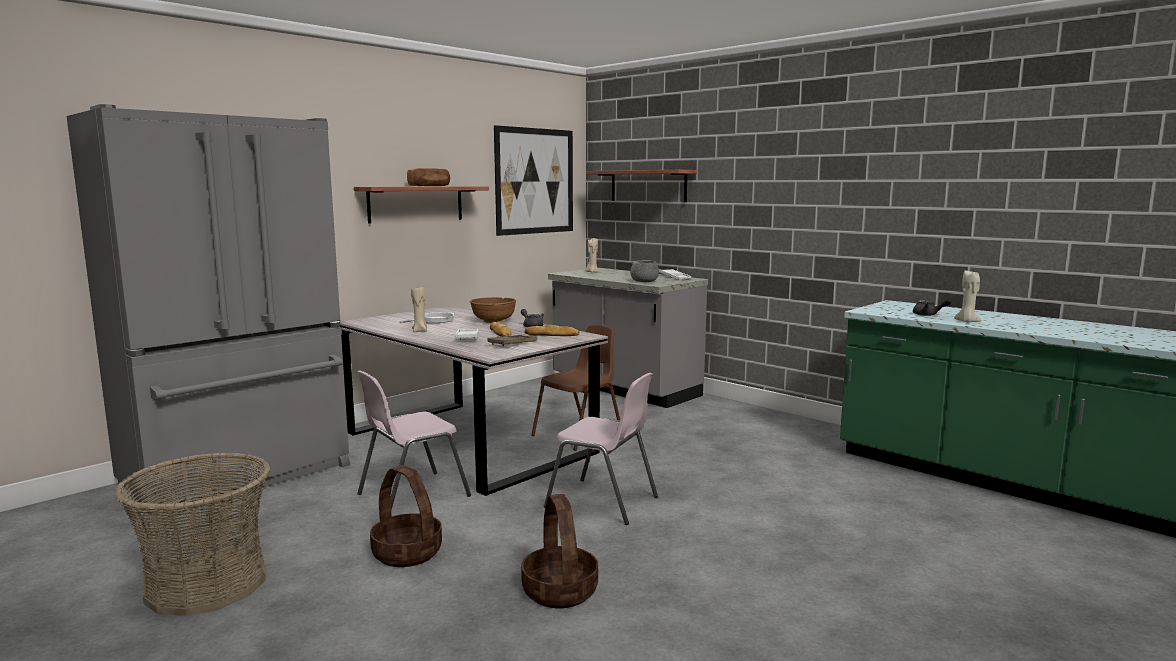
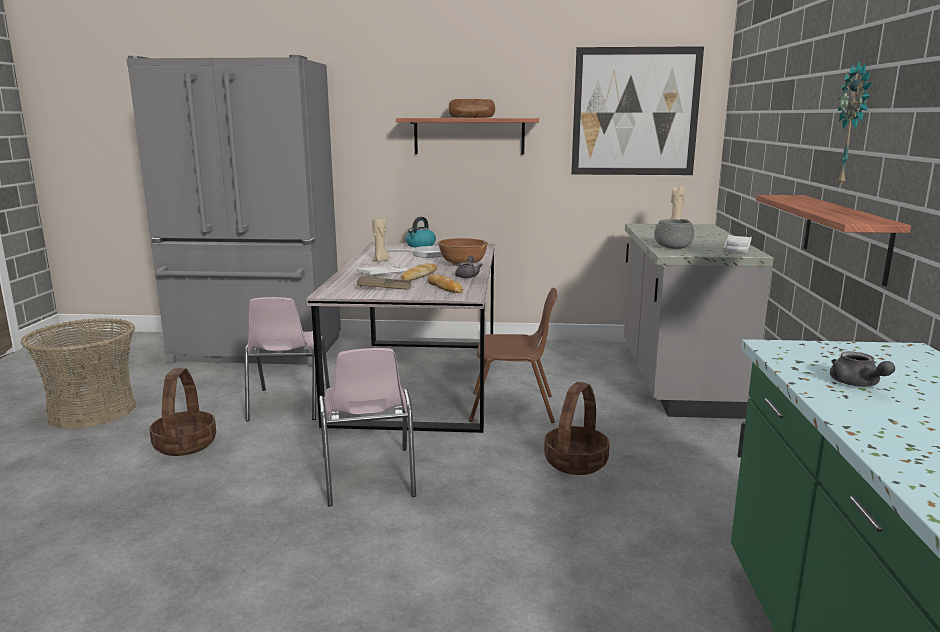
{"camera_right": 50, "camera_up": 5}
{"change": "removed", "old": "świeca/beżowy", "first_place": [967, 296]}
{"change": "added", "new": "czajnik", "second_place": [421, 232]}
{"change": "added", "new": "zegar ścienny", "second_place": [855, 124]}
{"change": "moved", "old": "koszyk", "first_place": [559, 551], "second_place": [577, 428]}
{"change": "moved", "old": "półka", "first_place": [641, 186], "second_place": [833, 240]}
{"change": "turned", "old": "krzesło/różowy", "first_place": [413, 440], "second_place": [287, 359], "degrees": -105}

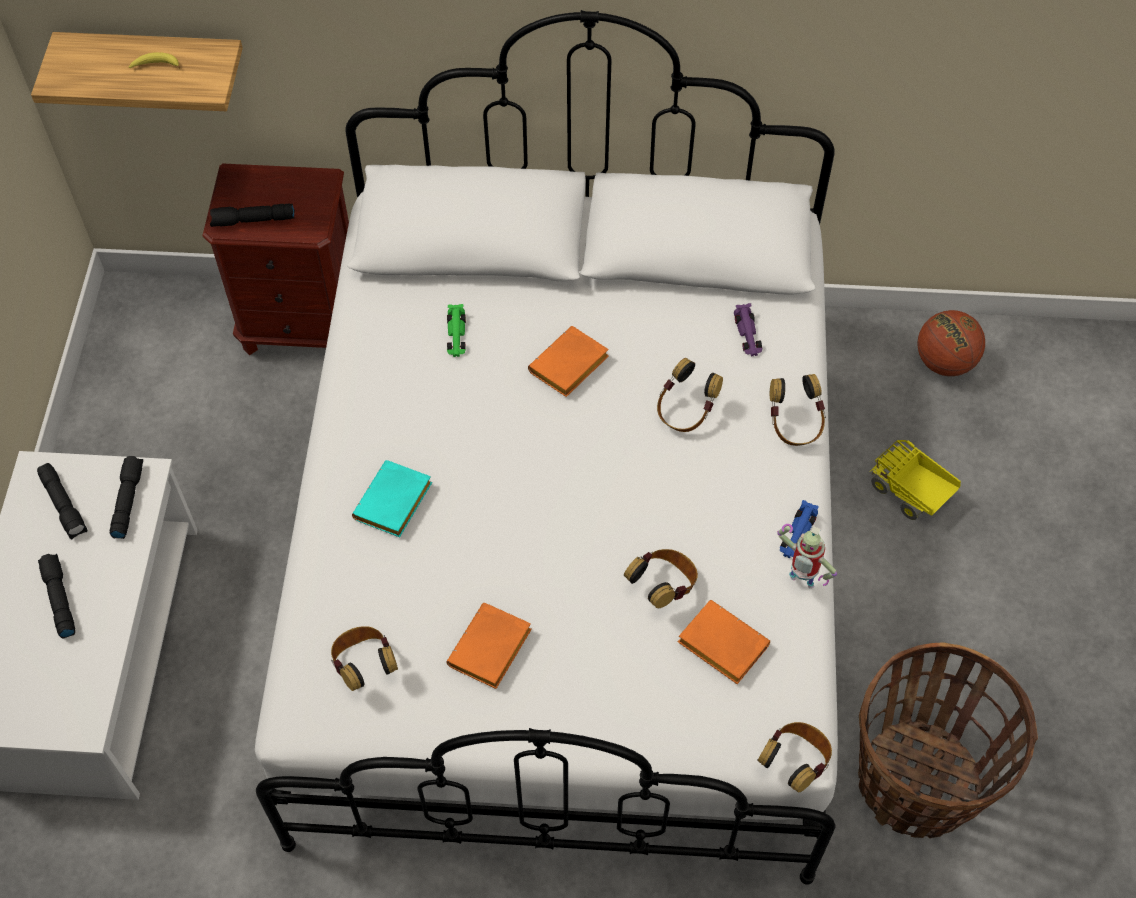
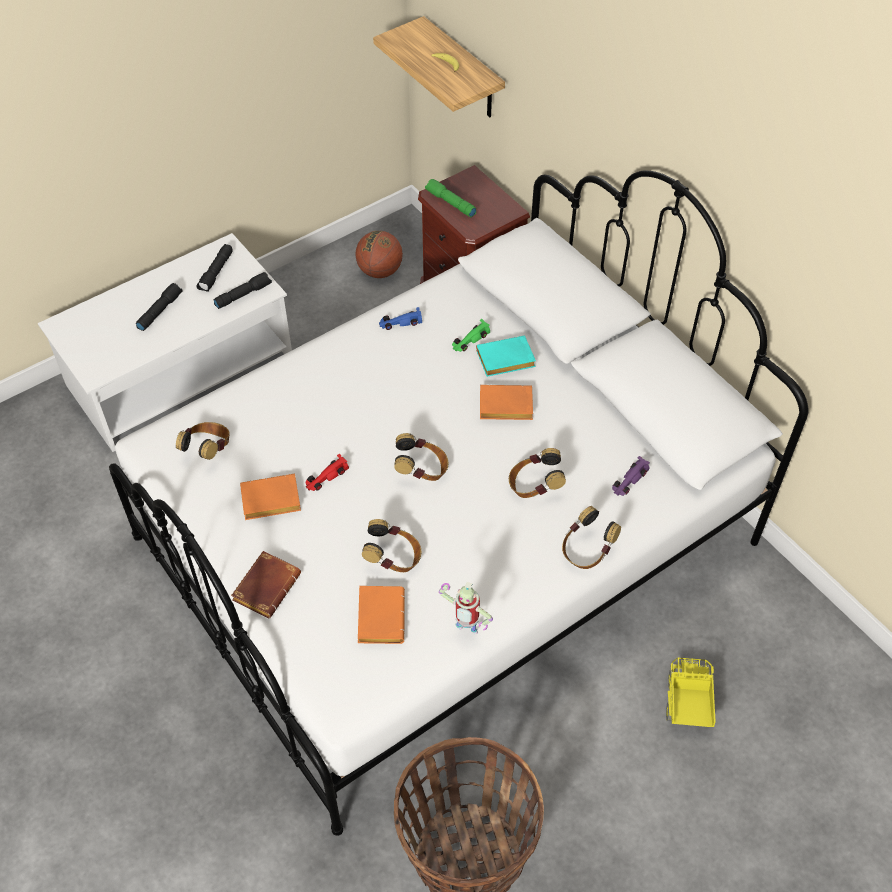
{"camera_right": 50, "camera_up": -5}
{"change": "added", "new": "książka/brązowy", "second_place": [266, 584]}
{"change": "added", "new": "samochodzik/czerwony", "second_place": [327, 472]}
{"change": "moved", "old": "książka/turkusowy", "first_place": [392, 498], "second_place": [506, 356]}
{"change": "moved", "old": "słuchawki", "first_place": [794, 757], "second_place": [421, 457]}
{"change": "moved", "old": "samochodzik/niebieski", "first_place": [799, 529], "second_place": [400, 318]}
{"change": "moved", "old": "piłka do koszykówki", "first_place": [951, 343], "second_place": [379, 254]}
{"change": "recoloured", "old": "latarka/czarny", "new": "latarka/zielony", "first_place": [252, 215], "second_place": [450, 198]}
{"change": "turned", "old": "robot zabawkowy", "first_place": [807, 556], "second_place": [466, 608], "degrees": -60}

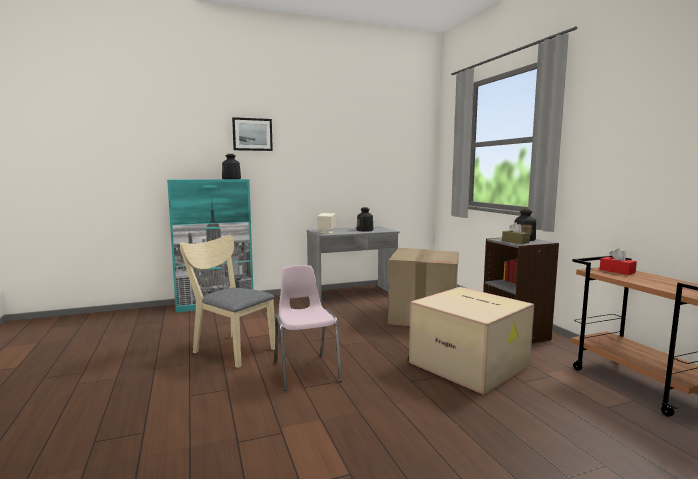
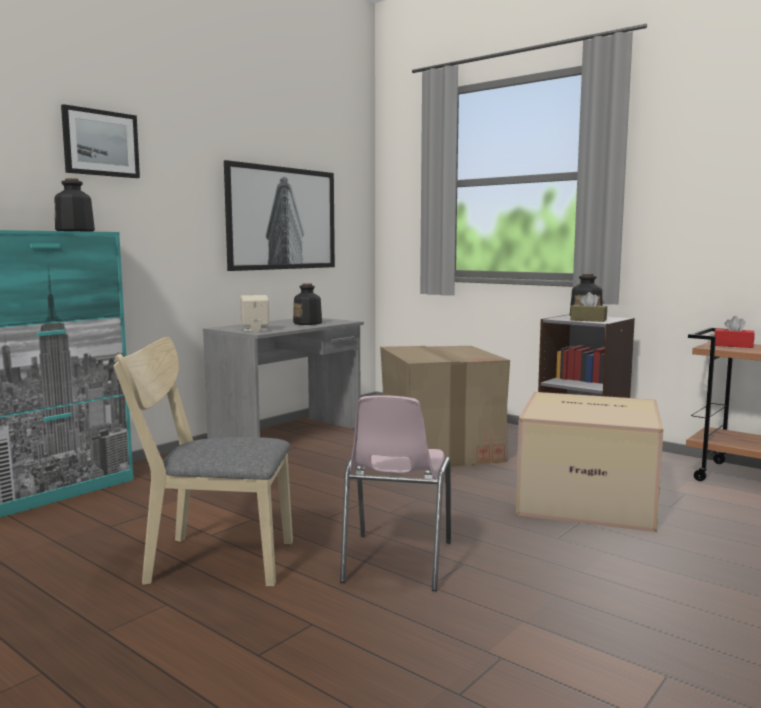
{"camera_right": -30, "camera_up": 0}
{"change": "added", "new": "obraz", "second_place": [279, 215]}
{"change": "turned", "old": "krzesło/różowy", "first_place": [308, 328], "second_place": [395, 493], "degrees": -120}

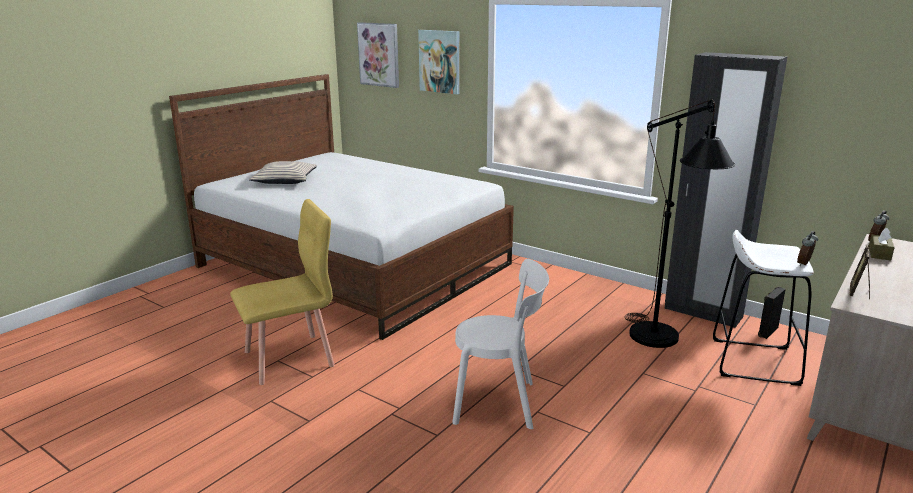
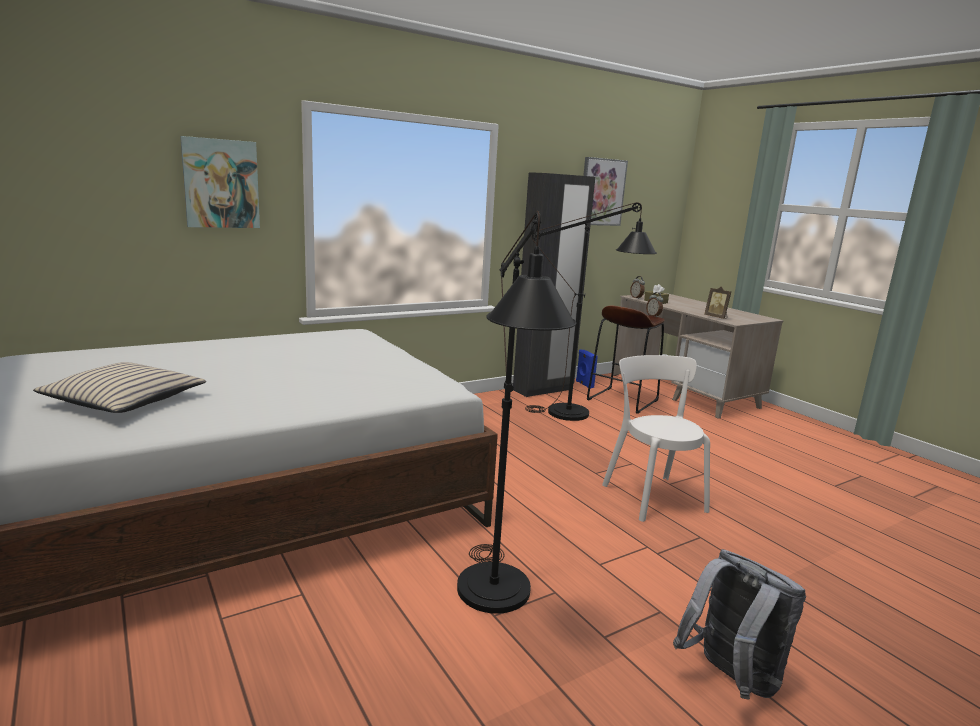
{"camera_right": -70, "camera_up": -5}
{"change": "added", "new": "plecak/szary", "second_place": [739, 624]}
{"change": "moved", "old": "obraz", "first_place": [378, 55], "second_place": [605, 191]}
{"change": "replaced", "old": "krzesło/żółty", "new": "lampa stojąca/czarny", "first_place": [282, 292], "second_place": [516, 412]}
{"change": "recoloured", "old": "stołek/biały", "new": "stołek/brązowy", "first_place": [763, 308], "second_place": [625, 360]}
{"change": "recoloured", "old": "głośnik/czarny", "new": "głośnik/niebieski", "first_place": [772, 312], "second_place": [587, 369]}
{"change": "turned", "old": "krzesło/biały", "first_place": [500, 344], "second_place": [656, 438], "degrees": -45}

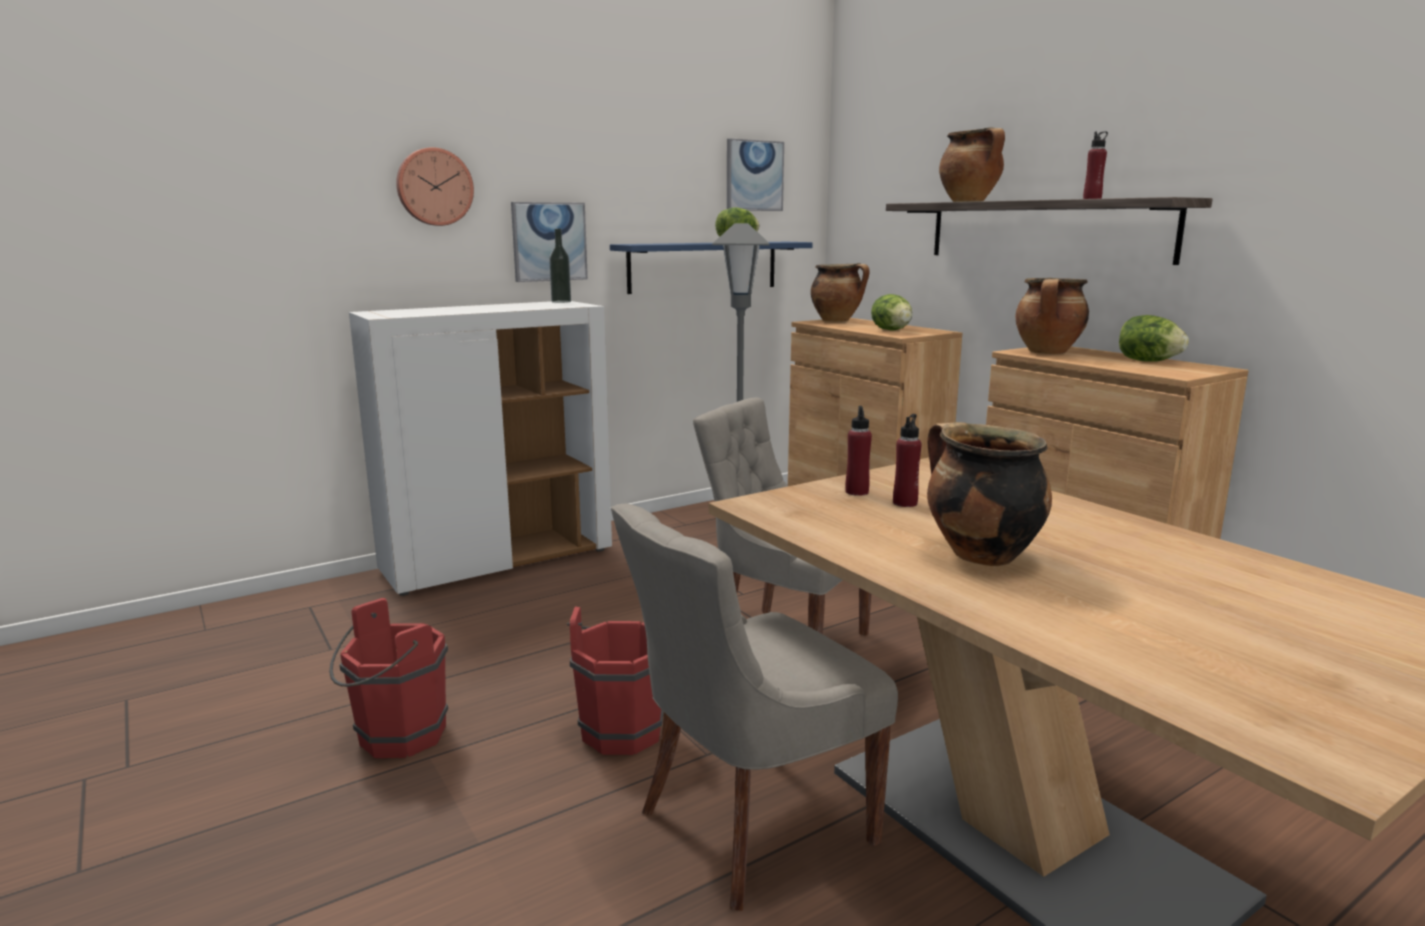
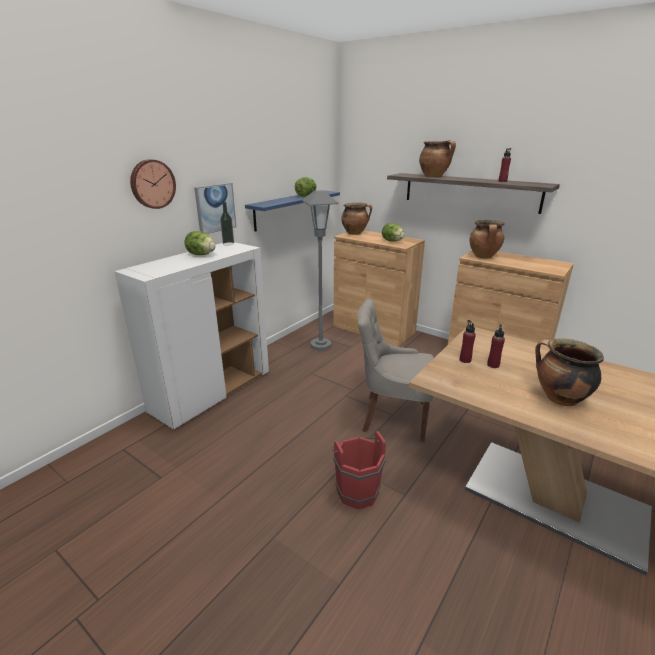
{"camera_right": -20, "camera_up": 10}
{"change": "removed", "old": "wiadro/czerwony", "first_place": [388, 678]}
{"change": "removed", "old": "krzesło/szary", "first_place": [754, 707]}
{"change": "removed", "old": "obraz", "first_place": [755, 175]}
{"change": "moved", "old": "sałata", "first_place": [1154, 338], "second_place": [200, 243]}

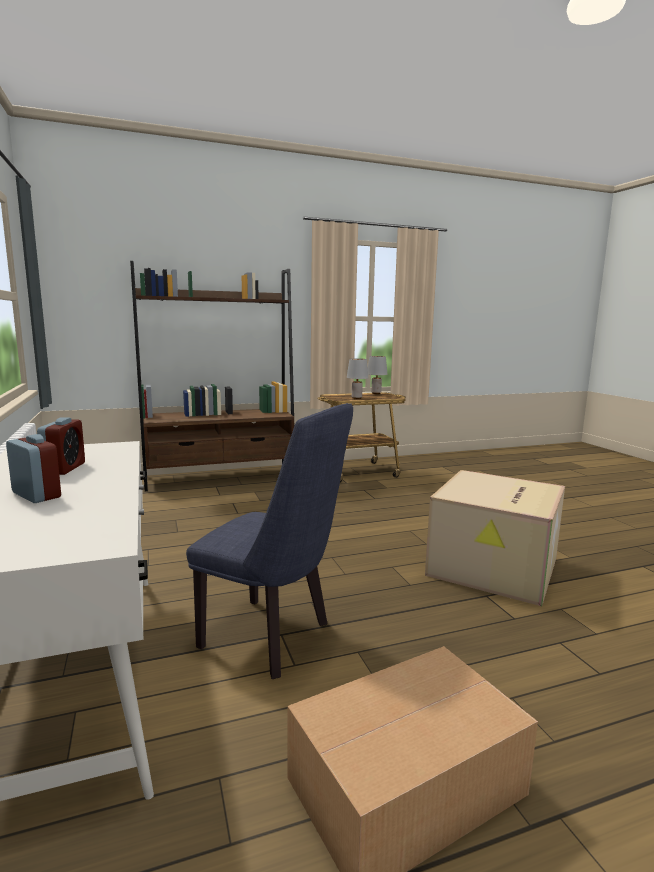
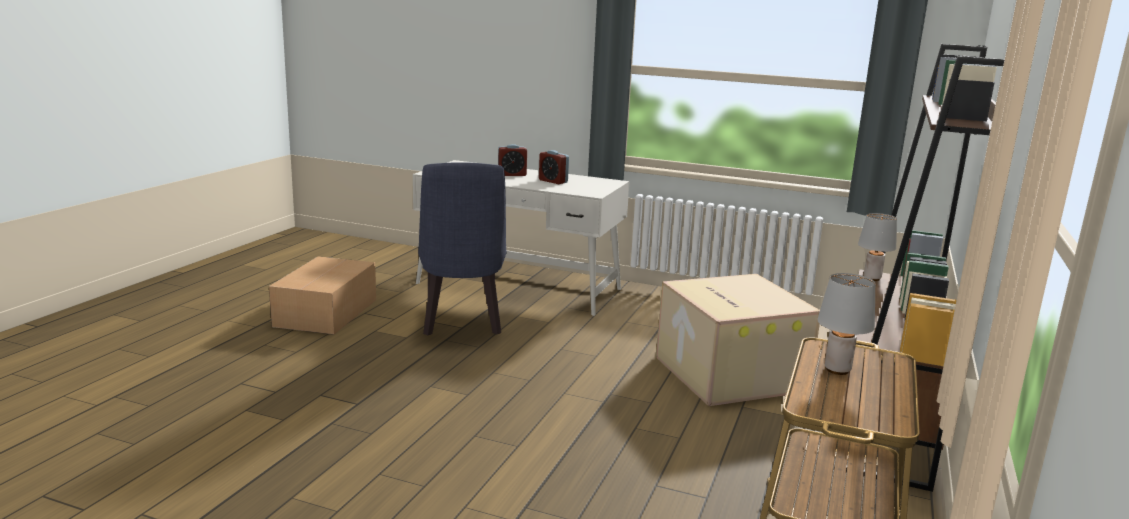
{"camera_right": 130, "camera_up": 5}
{"change": "moved", "old": "lampa stołowa/szary", "first_place": [377, 375], "second_place": [877, 247]}
{"change": "moved", "old": "karton", "first_place": [495, 538], "second_place": [738, 340]}
{"change": "turned", "old": "krzesło/niebieski", "first_place": [269, 541], "second_place": [462, 248], "degrees": -75}

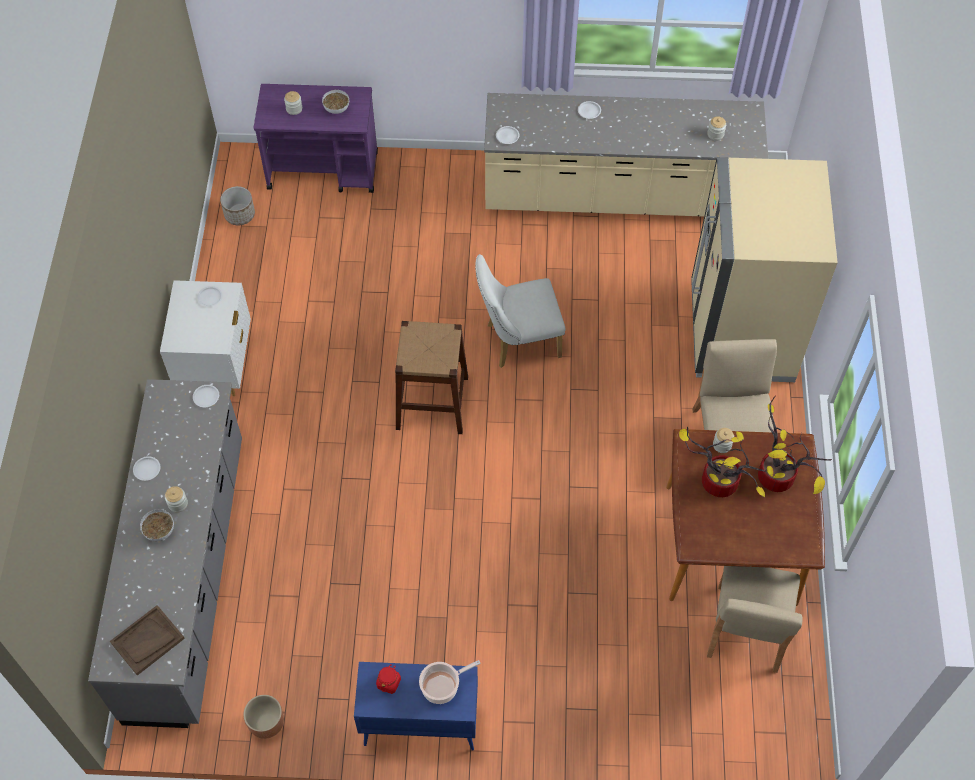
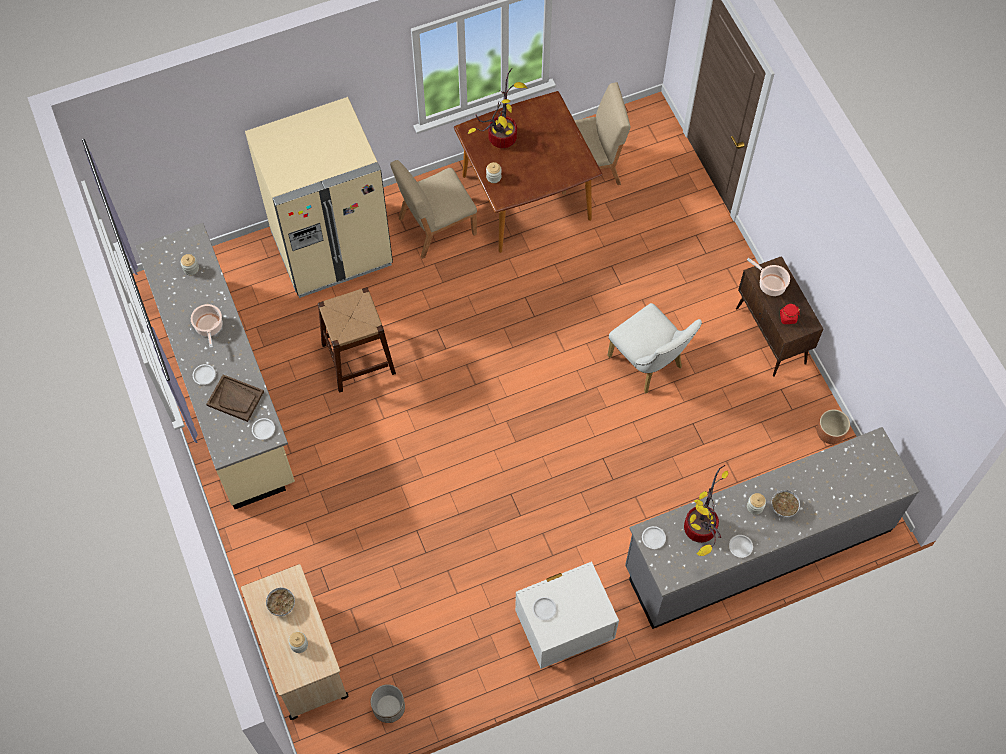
{"camera_right": -115, "camera_up": 5}
{"change": "added", "new": "garnek", "second_place": [207, 326]}
{"change": "moved", "old": "taca/brązowy", "first_place": [147, 640], "second_place": [235, 398]}
{"change": "moved", "old": "stołek/brązowy", "first_place": [431, 377], "second_place": [357, 340]}
{"change": "moved", "old": "krzesło/biały", "first_place": [520, 311], "second_place": [654, 348]}
{"change": "moved", "old": "roślina doniczkowa", "first_place": [722, 462], "second_place": [706, 510]}
{"change": "recoloured", "old": "wózek/fioletowy", "new": "wózek/beżowy", "first_place": [316, 138], "second_place": [295, 642]}
{"change": "recoloured", "old": "szafka/niebieski", "new": "szafka/brązowy", "first_place": [416, 706], "second_place": [779, 316]}

